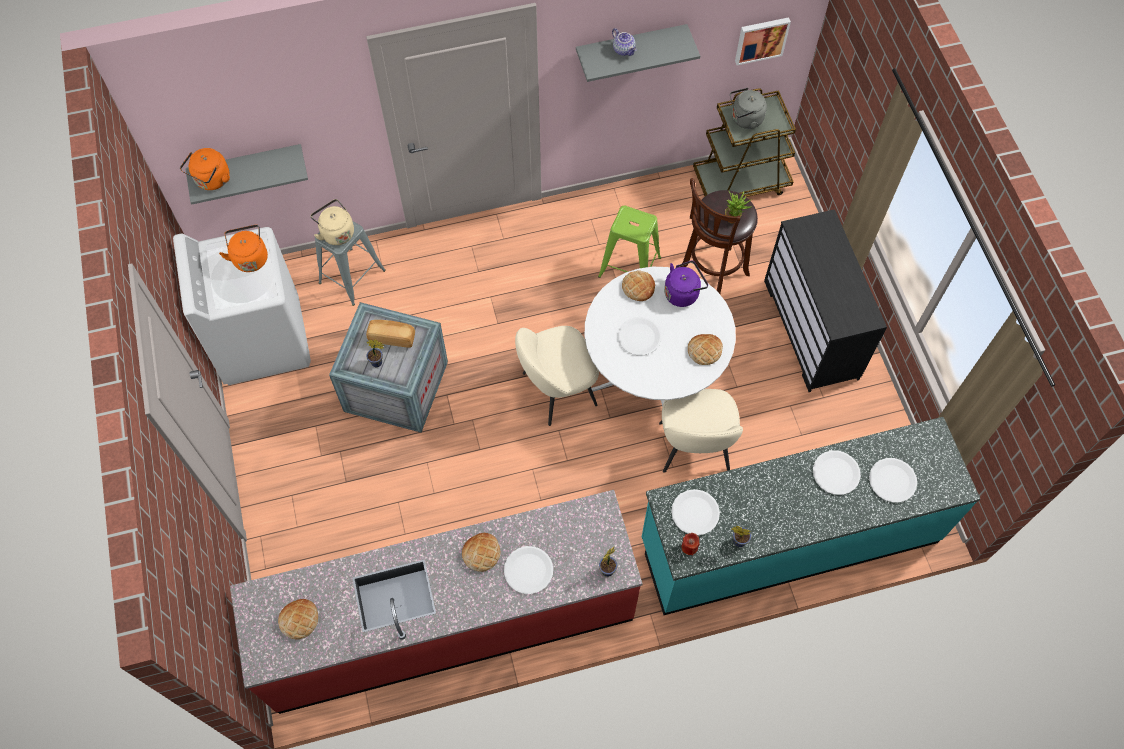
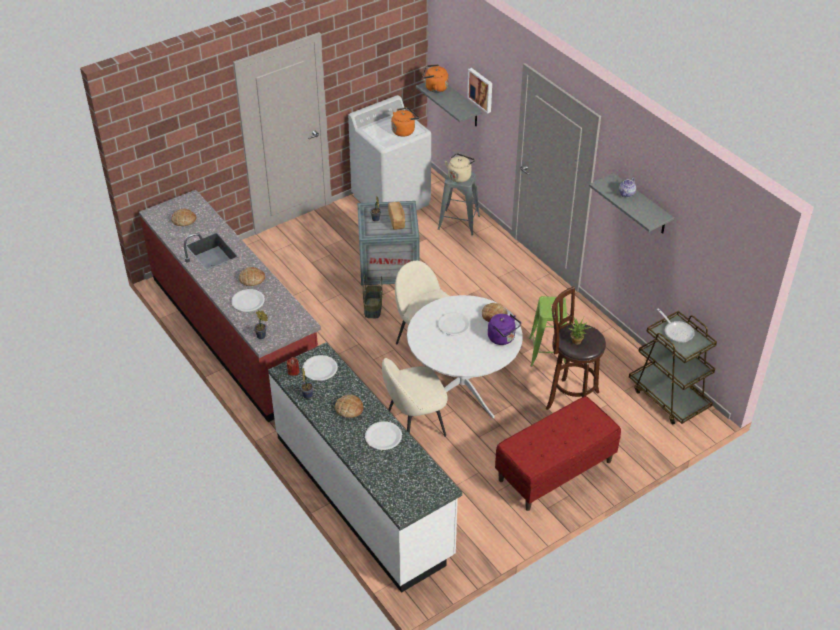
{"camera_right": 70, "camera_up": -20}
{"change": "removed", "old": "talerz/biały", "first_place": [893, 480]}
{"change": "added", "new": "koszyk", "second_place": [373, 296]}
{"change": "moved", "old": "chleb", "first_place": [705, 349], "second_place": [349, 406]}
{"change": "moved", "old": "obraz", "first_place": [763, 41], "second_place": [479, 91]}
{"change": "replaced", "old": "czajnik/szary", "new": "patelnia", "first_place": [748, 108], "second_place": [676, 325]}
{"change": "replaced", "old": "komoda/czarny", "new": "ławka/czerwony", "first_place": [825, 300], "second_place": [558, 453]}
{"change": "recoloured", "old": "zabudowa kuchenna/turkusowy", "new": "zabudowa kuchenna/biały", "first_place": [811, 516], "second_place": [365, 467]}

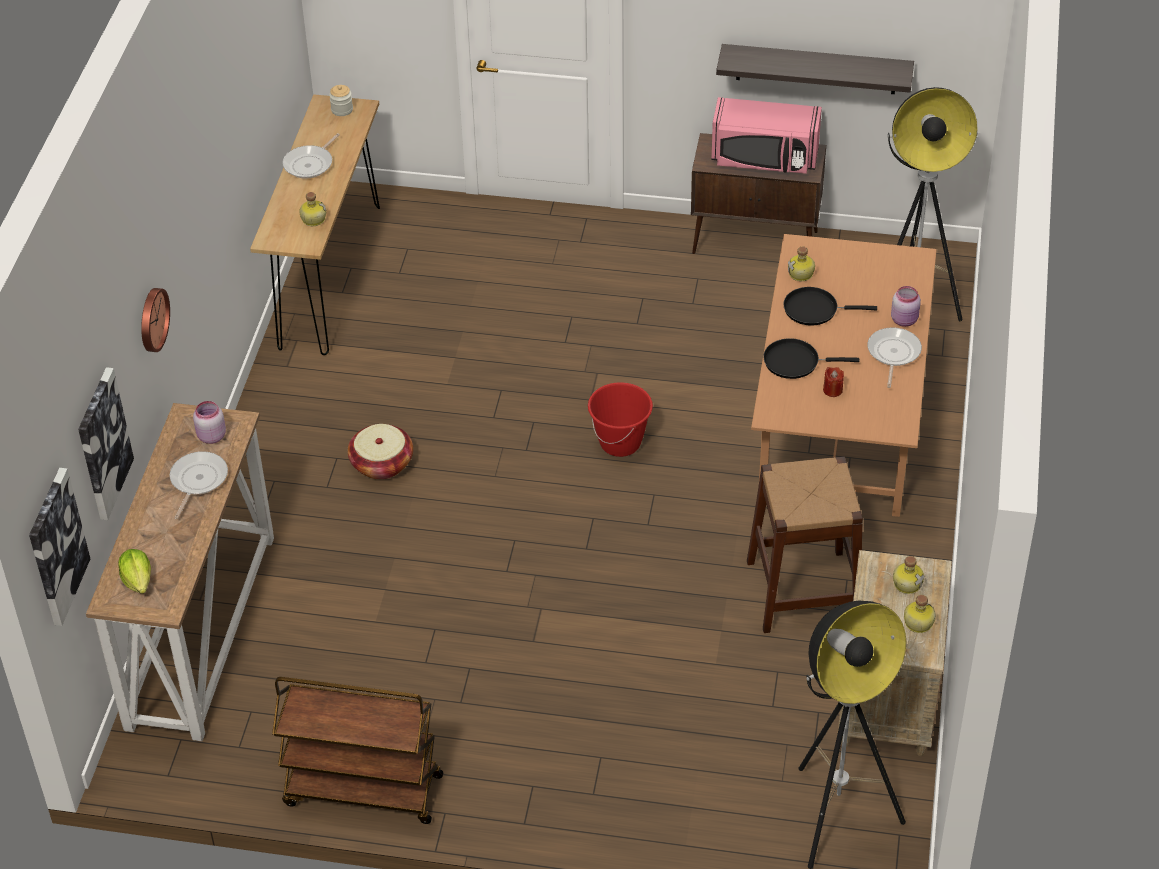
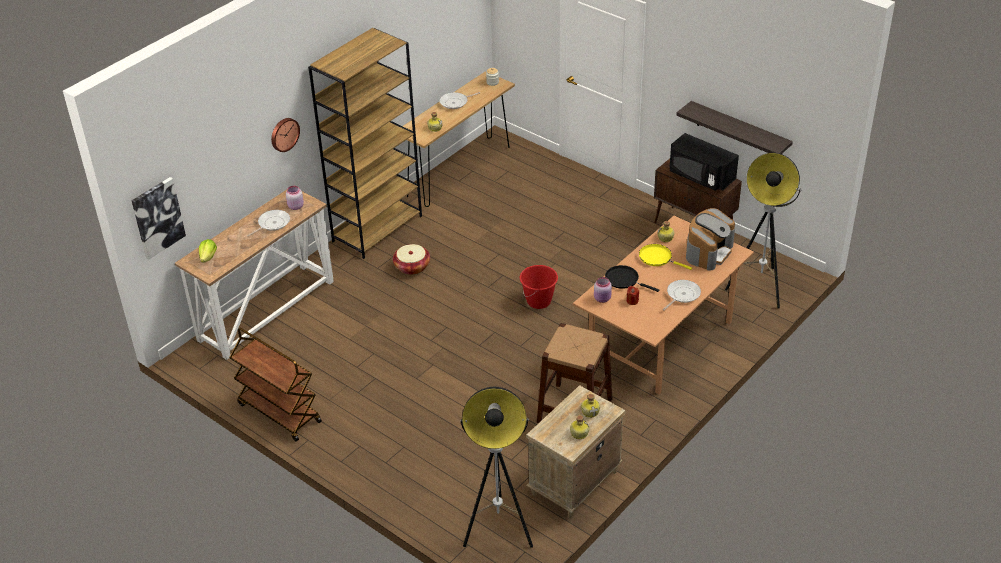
{"camera_right": 30, "camera_up": -5}
{"change": "removed", "old": "obraz", "first_place": [106, 443]}
{"change": "added", "new": "regał/brązowy", "second_place": [365, 143]}
{"change": "added", "new": "ekspres do kawy", "second_place": [710, 239]}
{"change": "moved", "old": "słoik/różowy", "first_place": [906, 306], "second_place": [603, 290]}
{"change": "recoloured", "old": "mikrofalówka/różowy", "new": "mikrofalówka/czarny", "first_place": [767, 135], "second_place": [704, 162]}
{"change": "recoloured", "old": "patelnia/czarny", "new": "patelnia/żółty", "first_place": [830, 306], "second_place": [665, 257]}

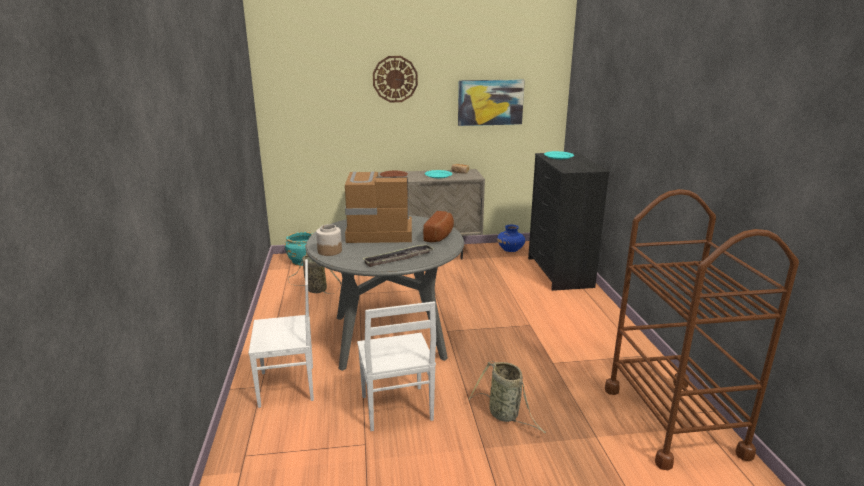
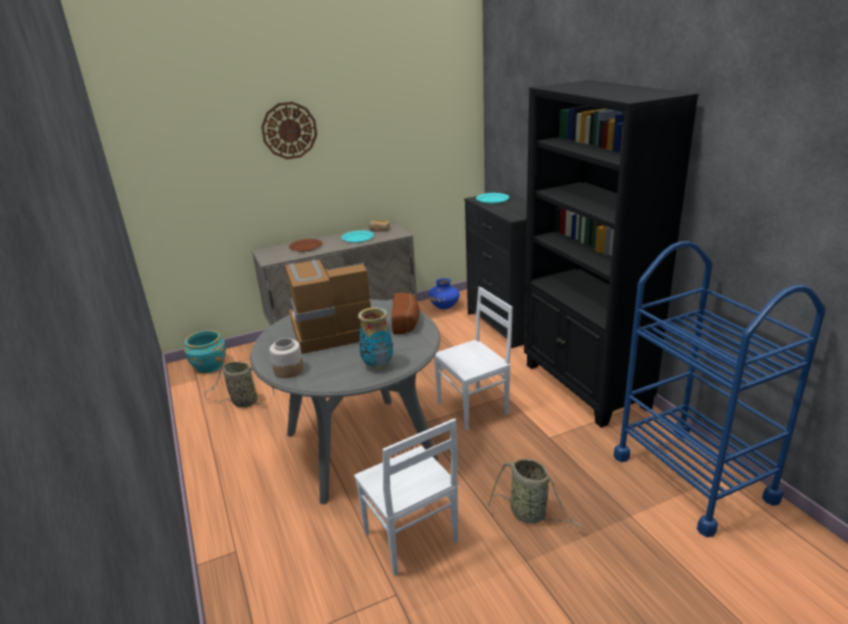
{"camera_right": -15, "camera_up": 5}
{"change": "removed", "old": "obraz", "first_place": [491, 103]}
{"change": "added", "new": "regał/czarny", "second_place": [611, 254]}
{"change": "moved", "old": "krzesło/biały", "first_place": [281, 333], "second_place": [473, 359]}
{"change": "replaced", "old": "taca", "new": "wazon", "first_place": [398, 255], "second_place": [375, 338]}
{"change": "recoloured", "old": "wózek/brązowy", "new": "wózek/niebieski", "first_place": [702, 329], "second_place": [720, 389]}

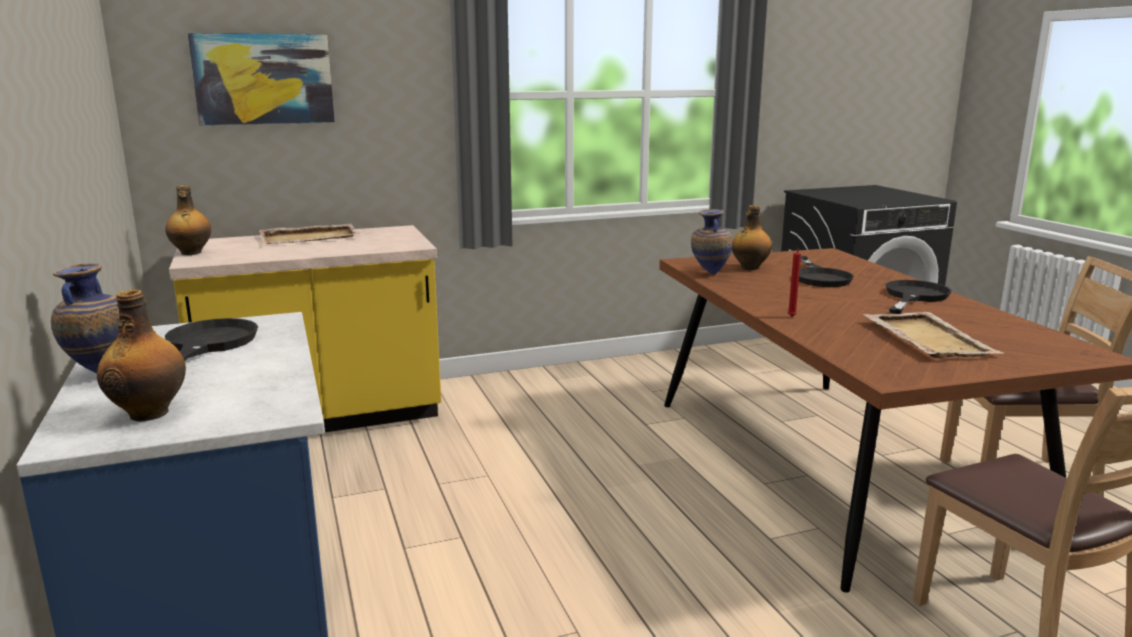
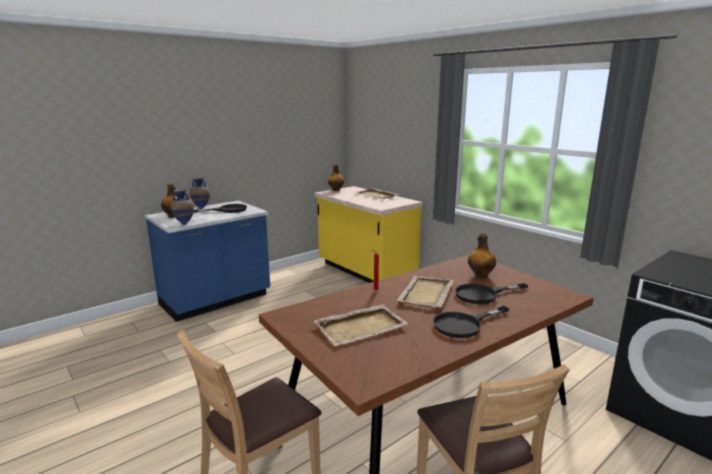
{"camera_right": 70, "camera_up": 0}
{"change": "removed", "old": "obraz", "first_place": [261, 79]}
{"change": "added", "new": "taca/beżowy", "second_place": [425, 291]}
{"change": "moved", "old": "wazon", "first_place": [712, 242], "second_place": [182, 207]}
{"change": "turned", "old": "patelnia/czarny", "first_place": [918, 297], "second_place": [471, 322], "degrees": 135}

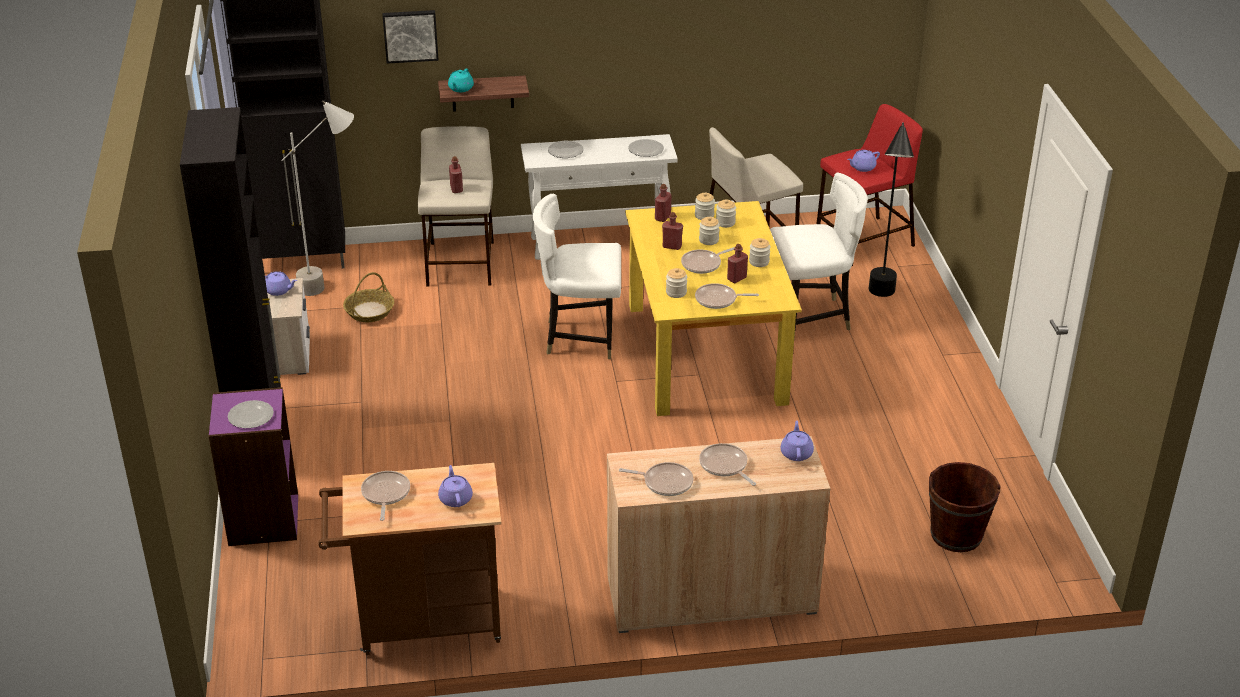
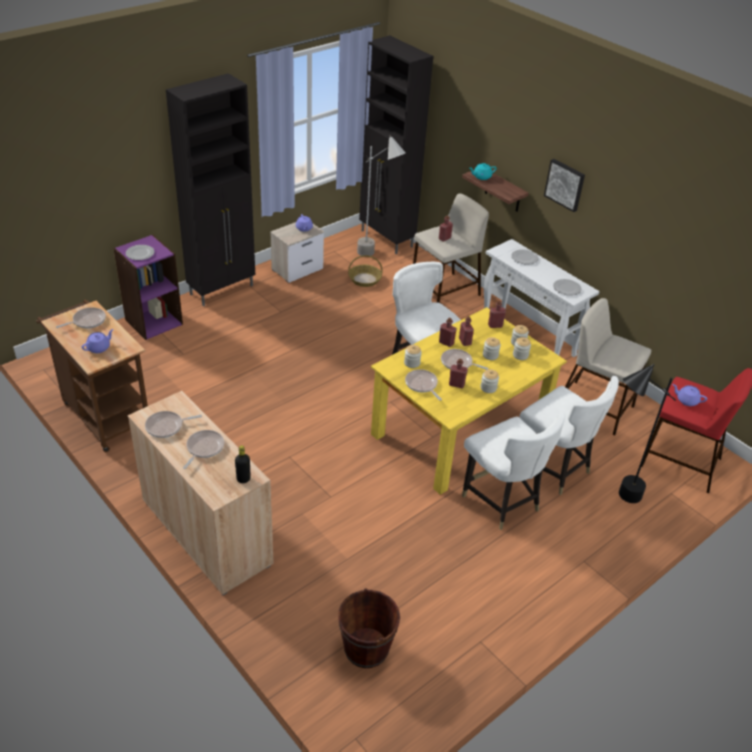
{"camera_right": 55, "camera_up": 5}
{"change": "added", "new": "butelka/czerwony", "second_place": [448, 332]}
{"change": "added", "new": "krzesło/biały", "second_place": [513, 471]}
{"change": "moved", "old": "obraz", "first_place": [410, 37], "second_place": [564, 185]}
{"change": "replaced", "old": "imbryk/fioletowy", "new": "butelka/czarny", "first_place": [797, 440], "second_place": [243, 464]}
{"change": "turned", "old": "patelnia", "first_place": [656, 479], "second_place": [173, 424], "degrees": 90}

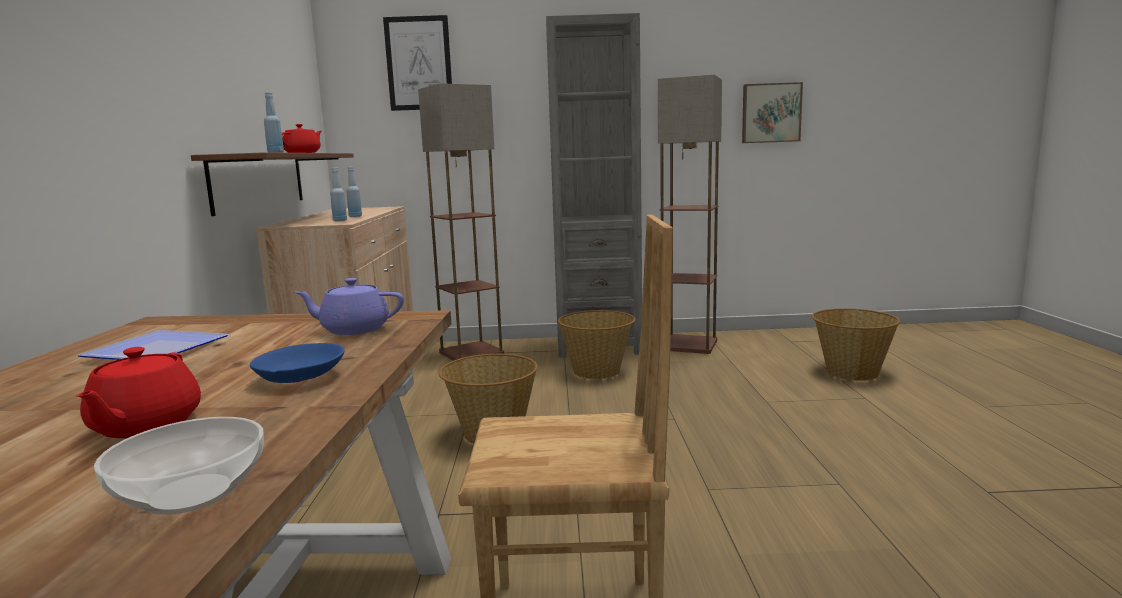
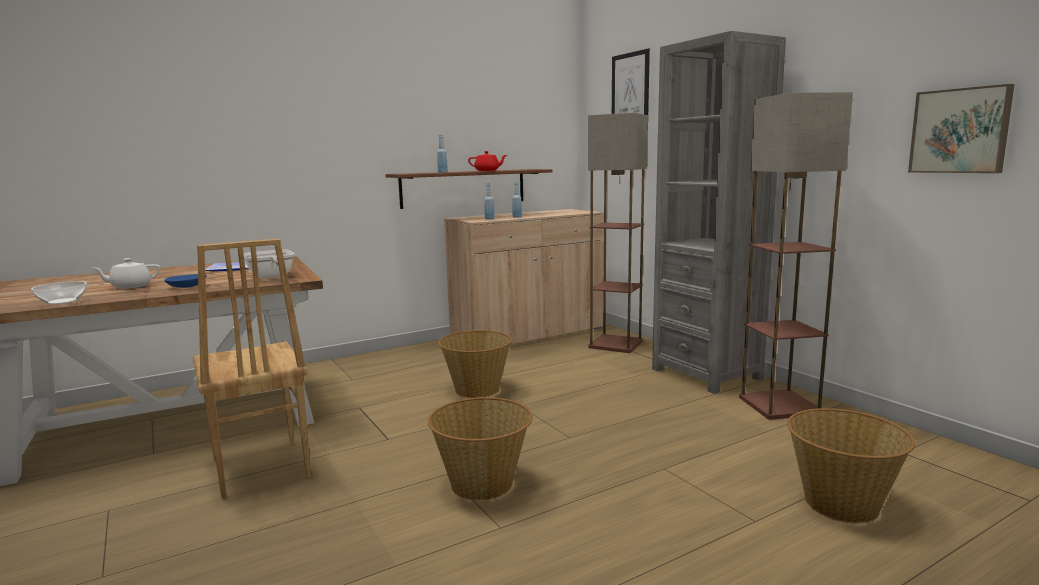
{"camera_right": 60, "camera_up": 0}
{"change": "moved", "old": "koszyk", "first_place": [596, 344], "second_place": [480, 449]}
{"change": "replaced", "old": "imbryk/fioletowy", "new": "patelnia", "first_place": [349, 306], "second_place": [269, 264]}
{"change": "recoloured", "old": "imbryk/czerwony", "new": "imbryk/biały", "first_place": [139, 392], "second_place": [126, 273]}

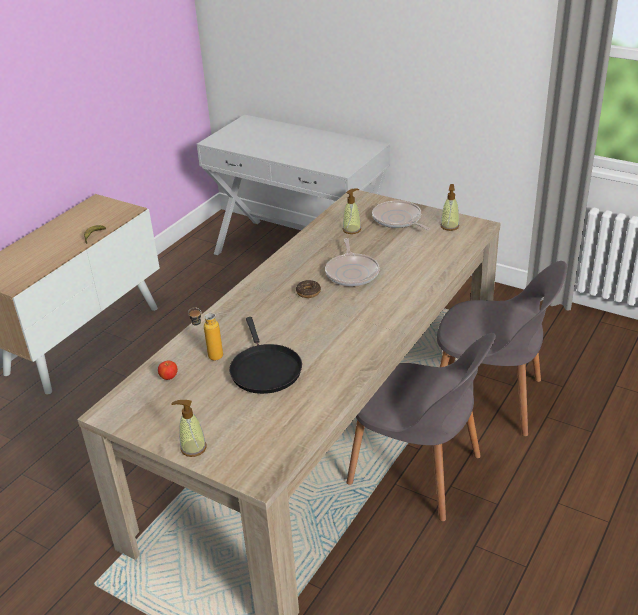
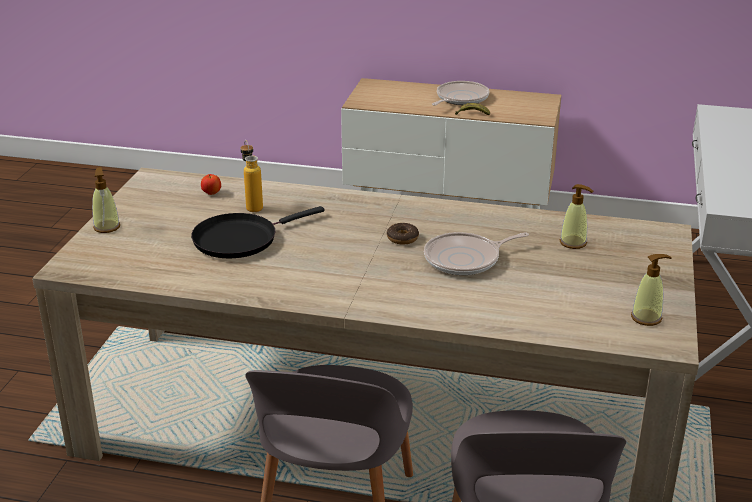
{"camera_right": 70, "camera_up": -5}
{"change": "moved", "old": "patelnia", "first_place": [401, 215], "second_place": [460, 93]}

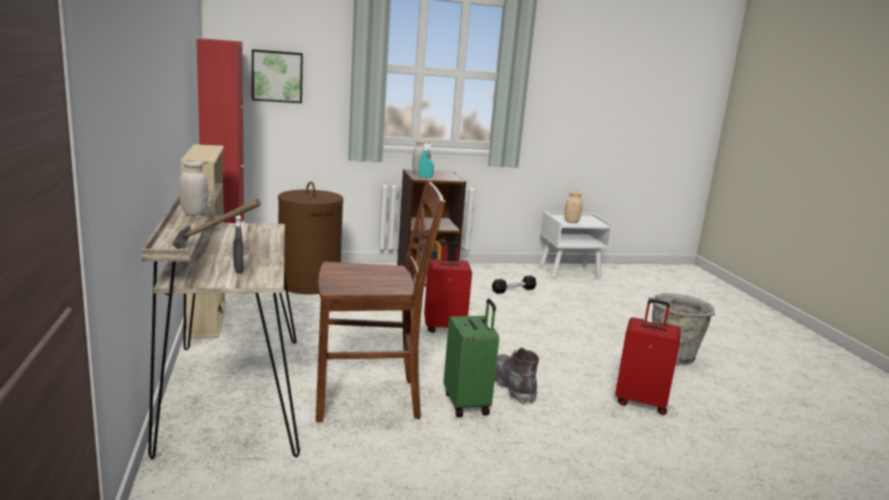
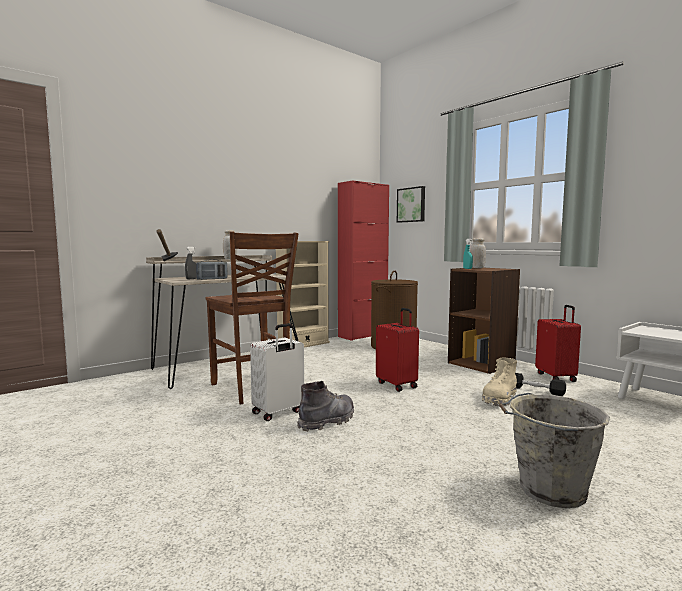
{"camera_right": 65, "camera_up": -10}
{"change": "removed", "old": "słoik/beżowy", "first_place": [573, 207]}
{"change": "added", "new": "radio", "second_place": [212, 269]}
{"change": "added", "new": "but z cholewką/beżowy", "second_place": [499, 381]}
{"change": "moved", "old": "walizka/czerwony", "first_place": [648, 357], "second_place": [558, 343]}
{"change": "recoloured", "old": "walizka/zielony", "new": "walizka/biały", "first_place": [471, 358], "second_place": [277, 372]}

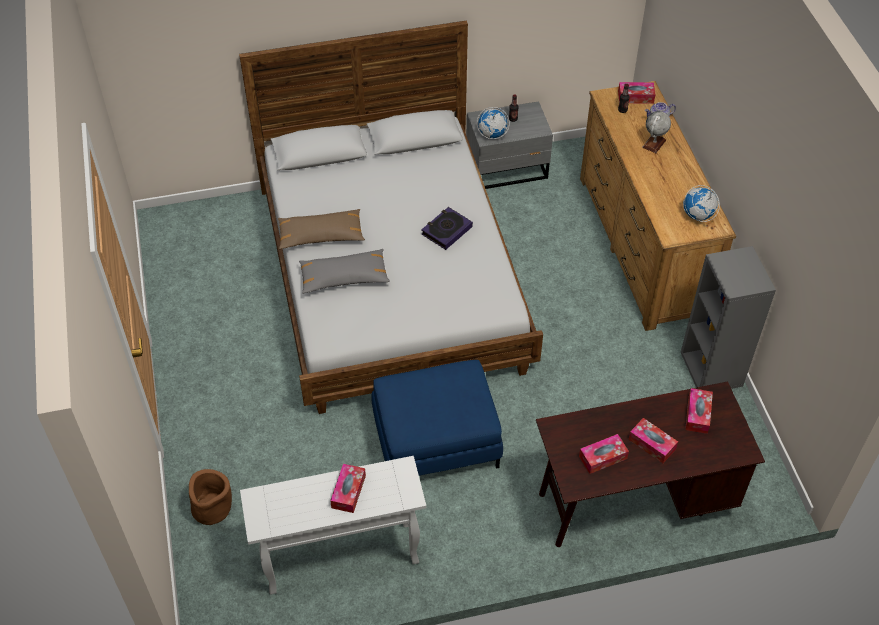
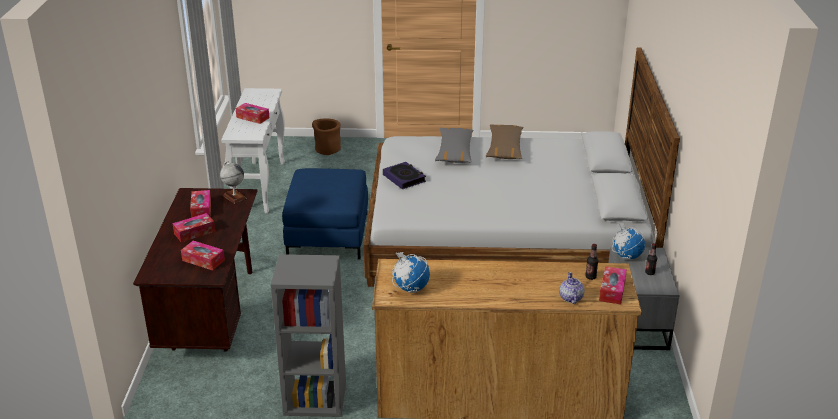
{"camera_right": 105, "camera_up": -20}
{"change": "moved", "old": "książka", "first_place": [447, 228], "second_place": [404, 175]}
{"change": "moved", "old": "globus", "first_place": [656, 132], "second_place": [233, 182]}

